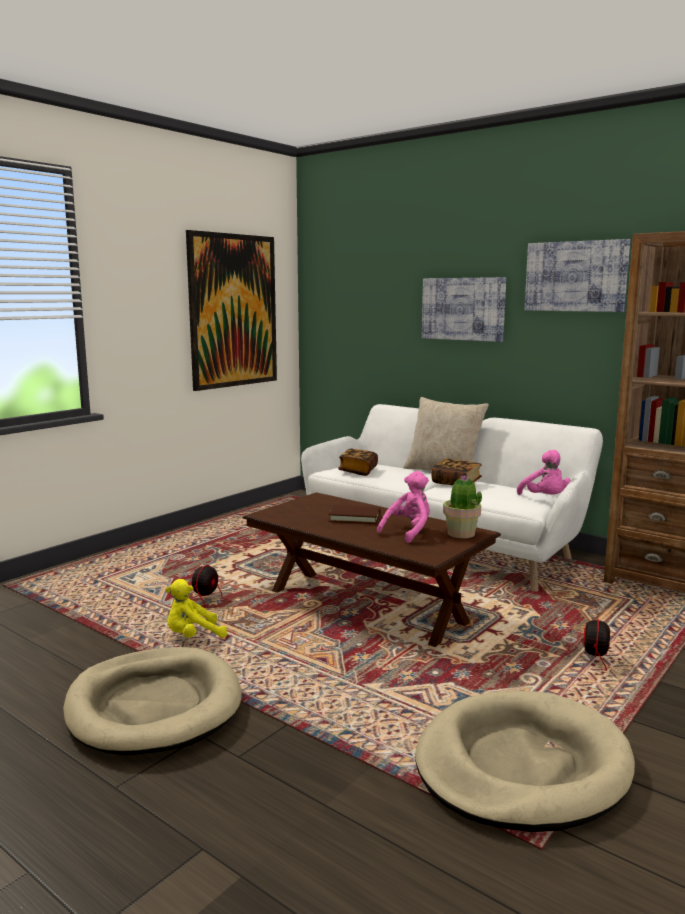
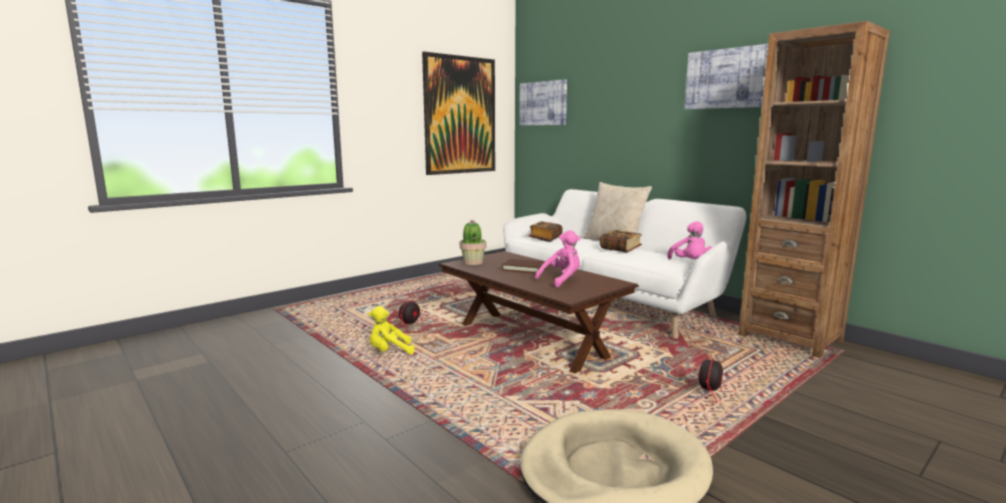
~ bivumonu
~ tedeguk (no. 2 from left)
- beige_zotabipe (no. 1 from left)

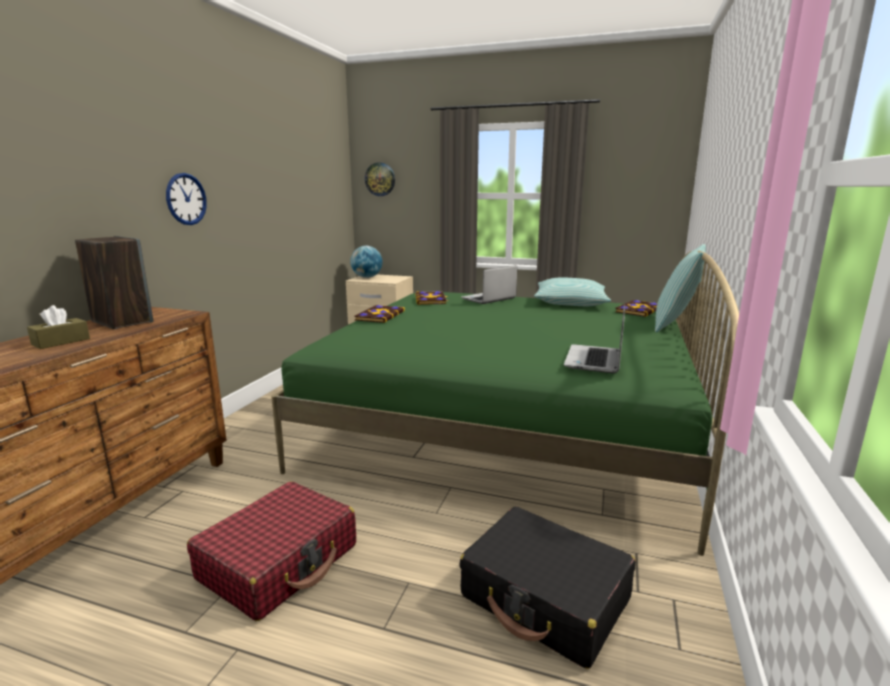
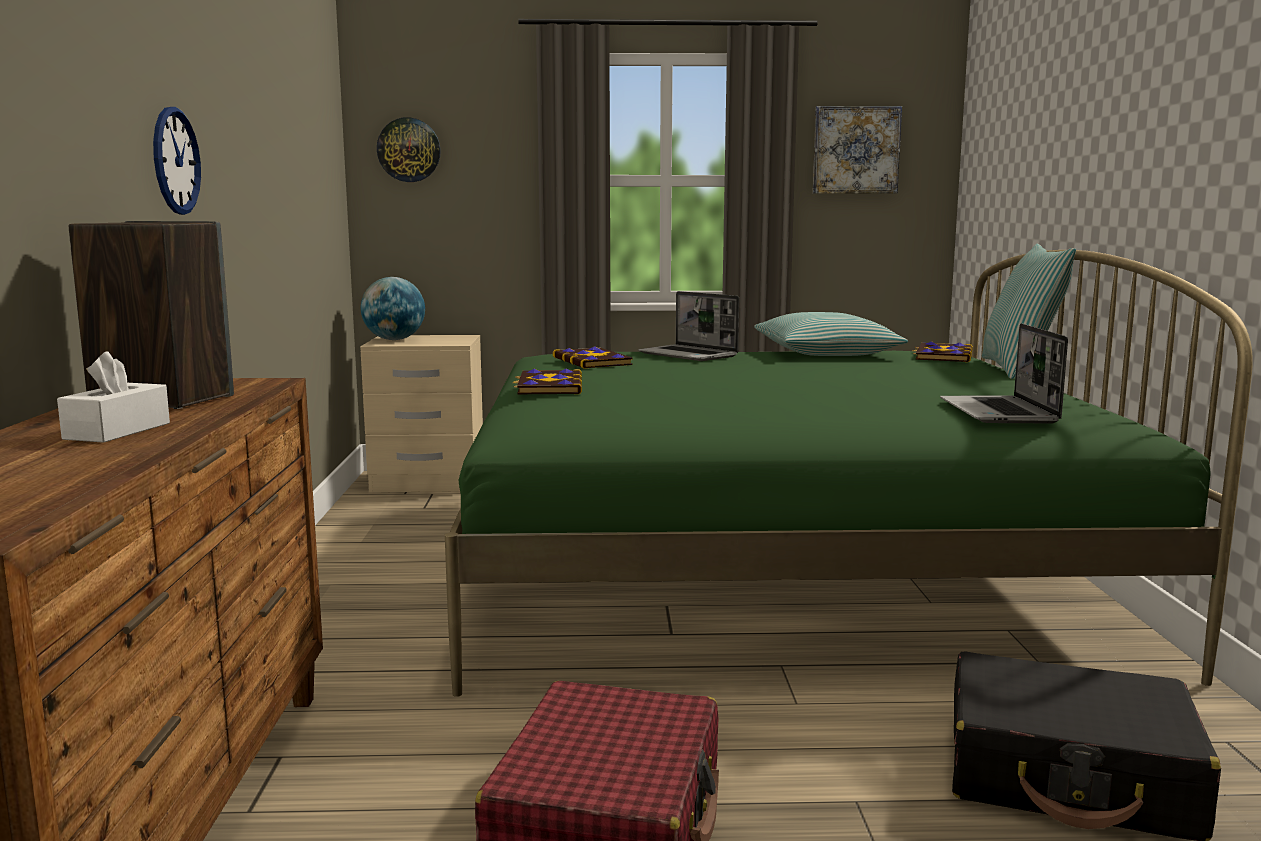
~ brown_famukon to white_famukon
~ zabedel (no. 1 from left) 75 degrees counterclockwise
+ tedeguk

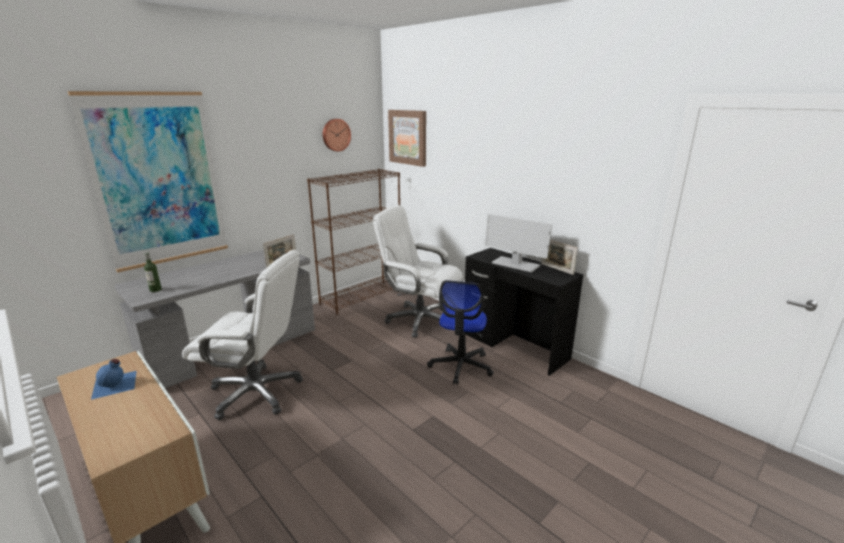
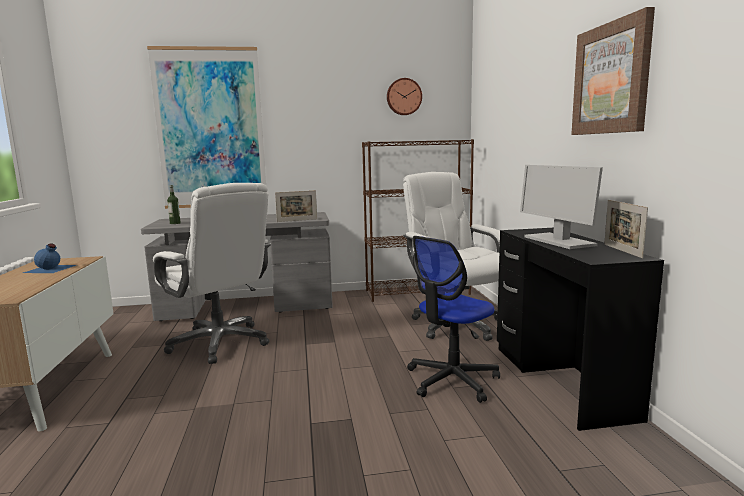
~ tedeguk (no. 2 from left)

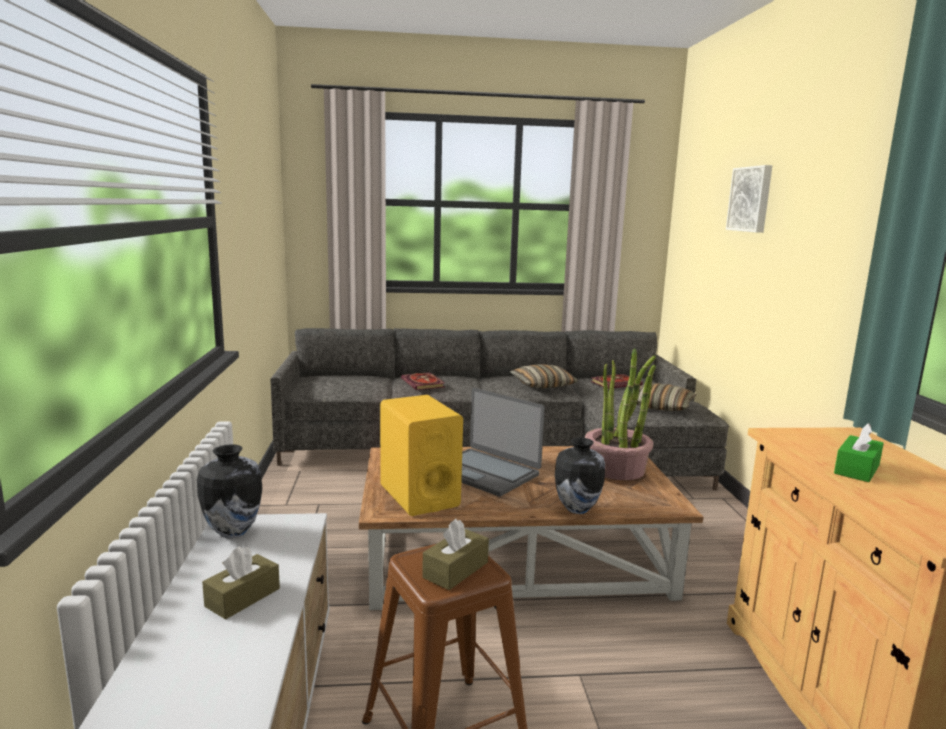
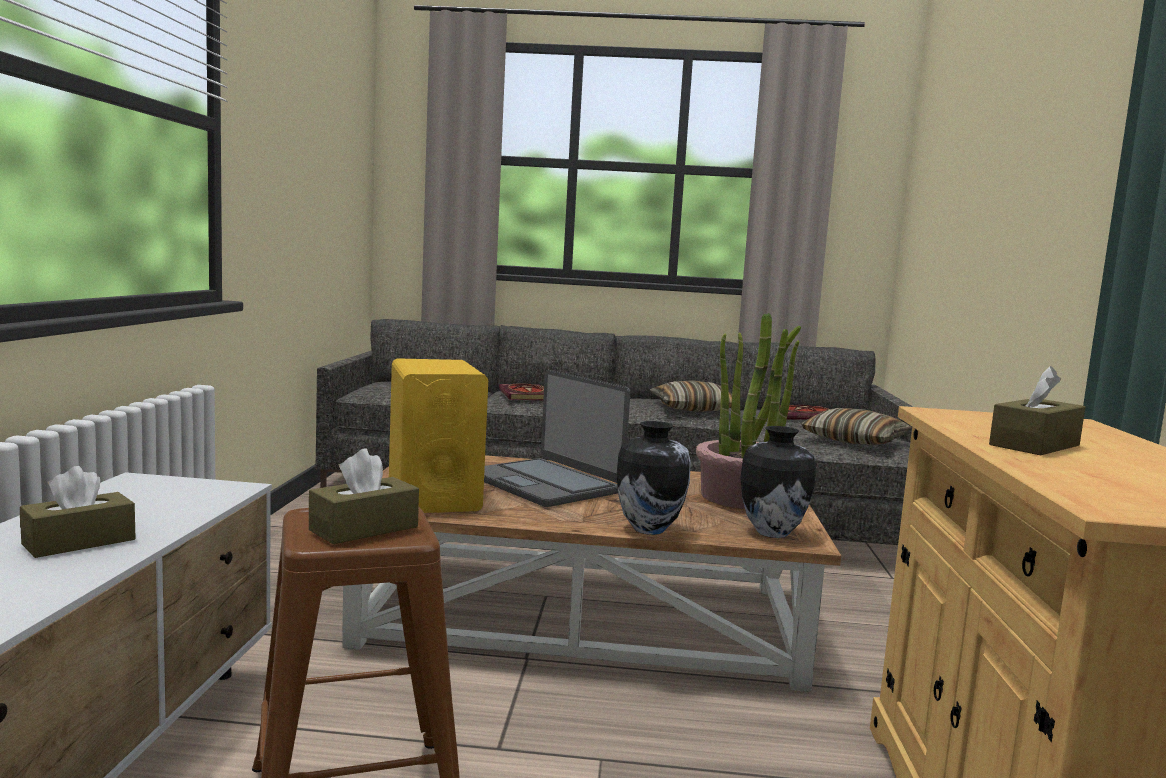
~ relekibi (no. 1 from left in the first image) to relekibi (no. 2 from left)
~ green_famukon to brown_famukon (no. 3 from left)
- tedeguk

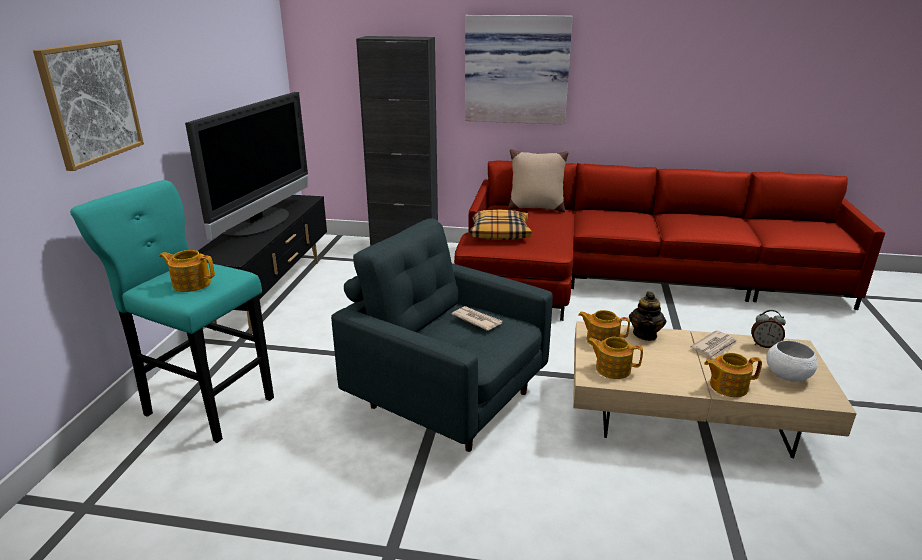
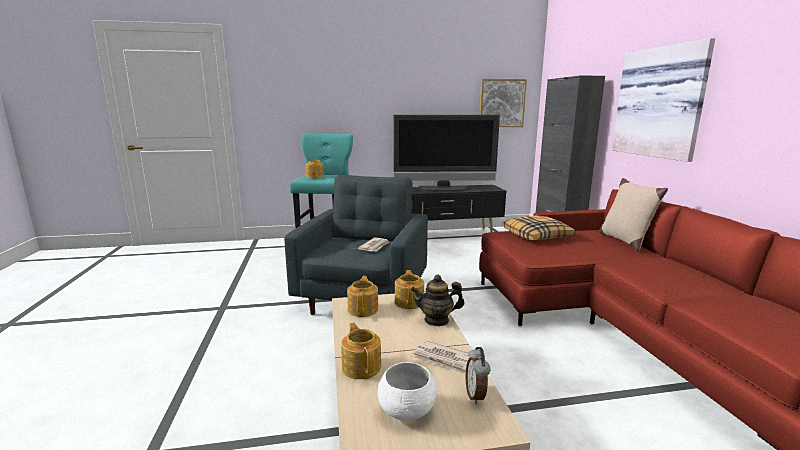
~ tedeguk (no. 1 from left)

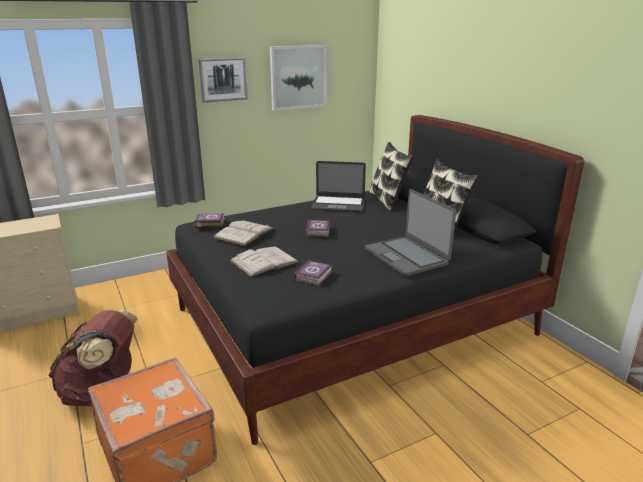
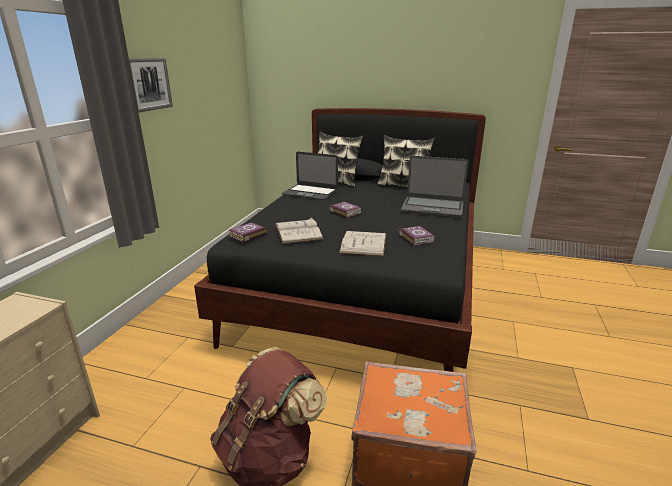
~ zabedel (no. 1 from left) 60 degrees clockwise
- tedeguk (no. 2 from left)

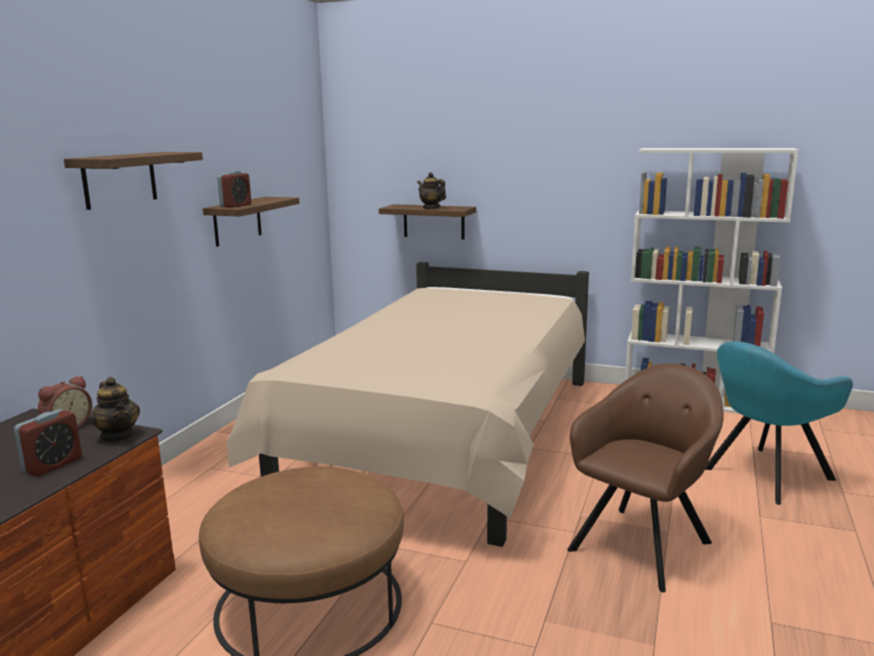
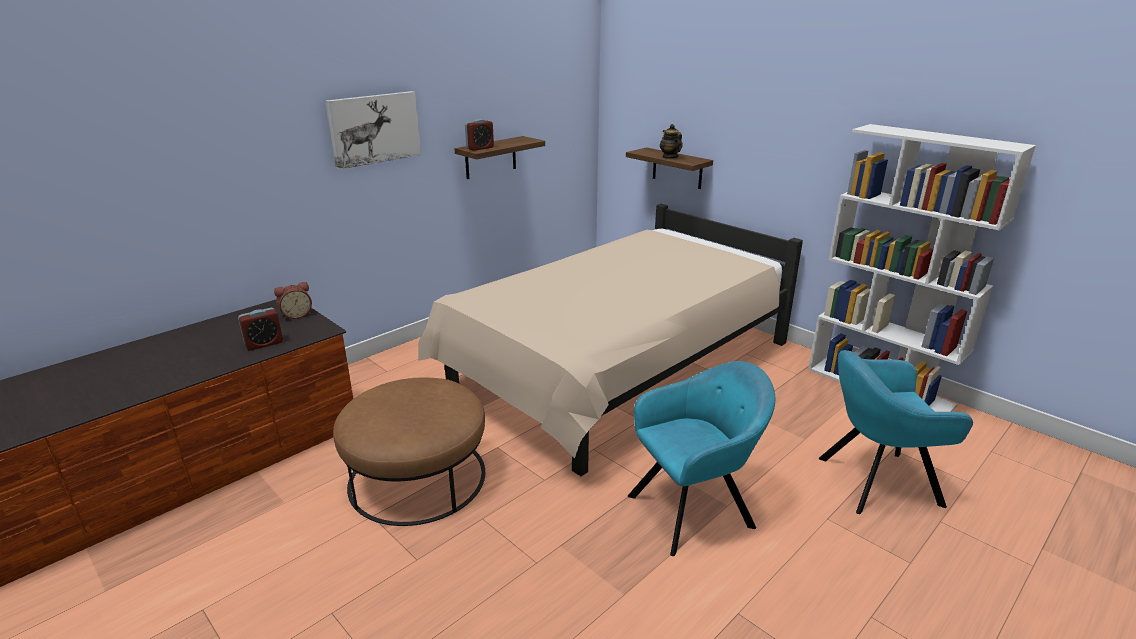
~ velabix (no. 1 from left) to tedeguk
~ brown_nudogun to turquoise_nudogun (no. 1 from left)
- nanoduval (no. 1 from left)

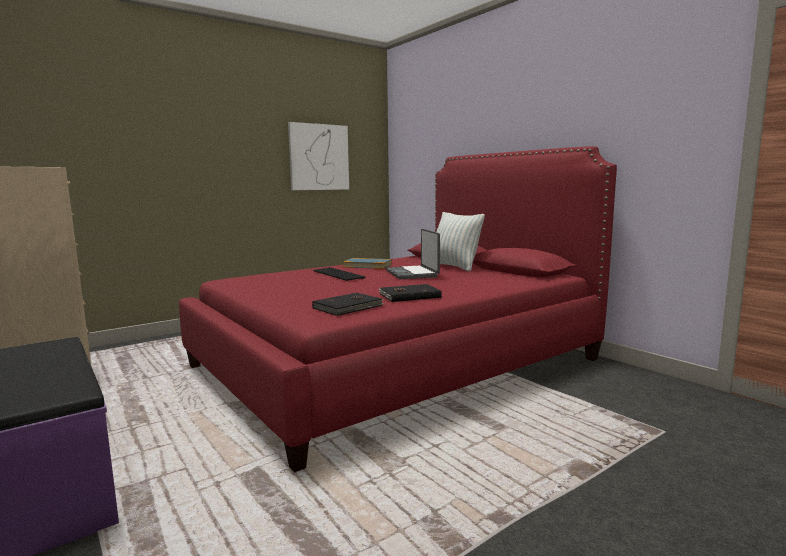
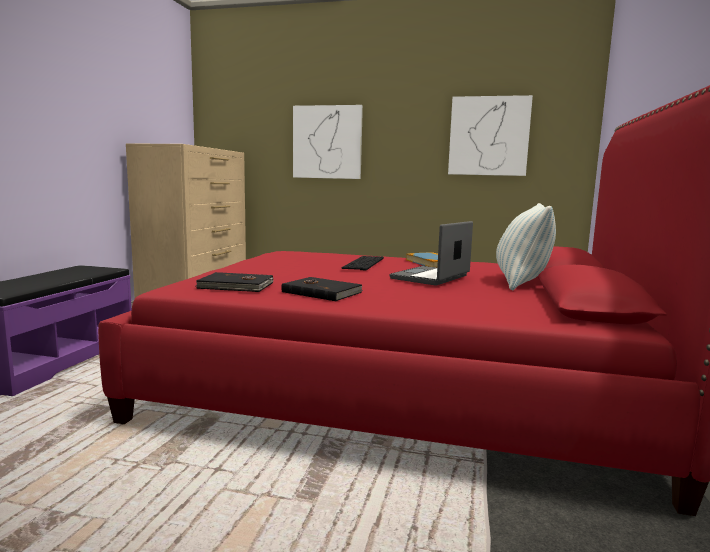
+ tedeguk (no. 1 from left)

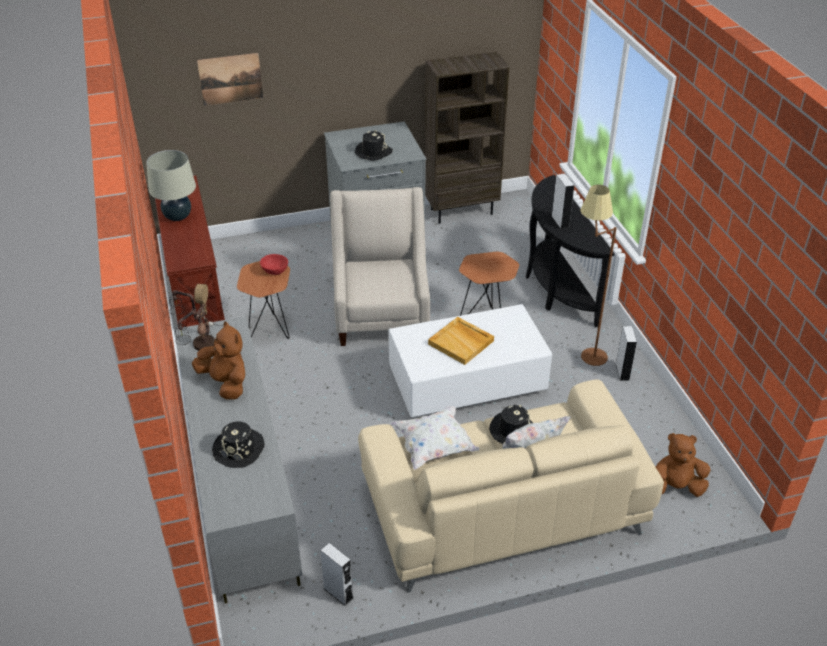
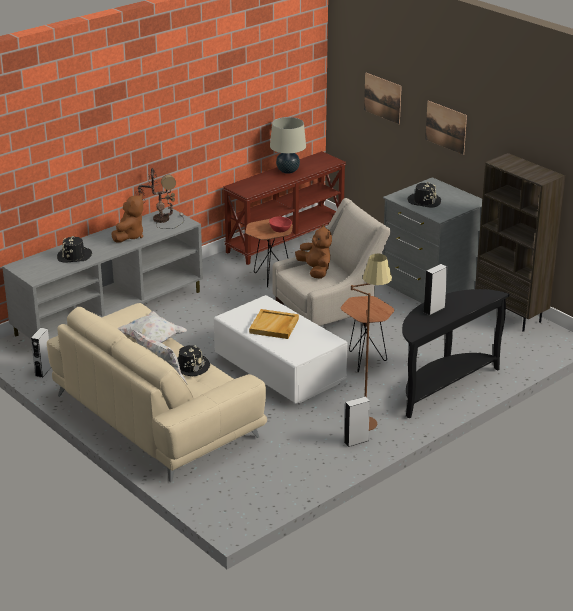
~ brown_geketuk (no. 2 from left)
+ tedeguk (no. 2 from left)

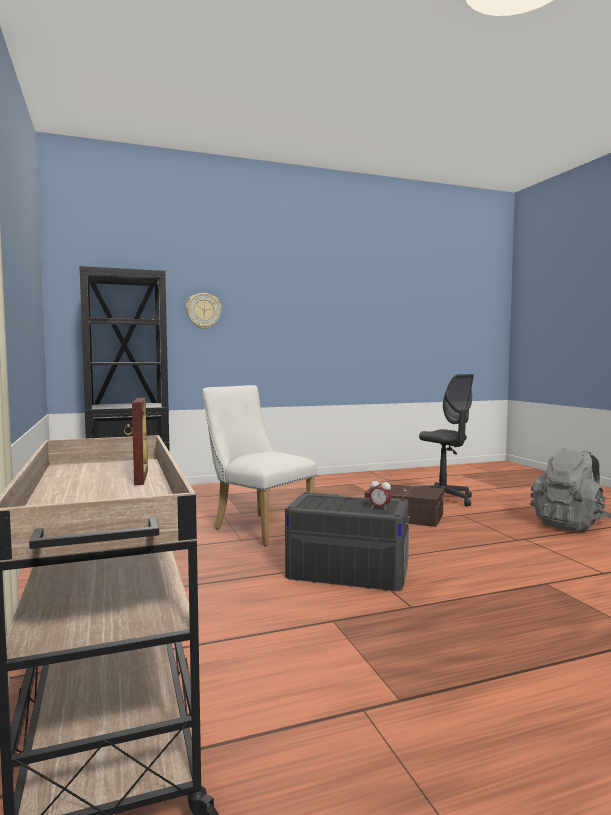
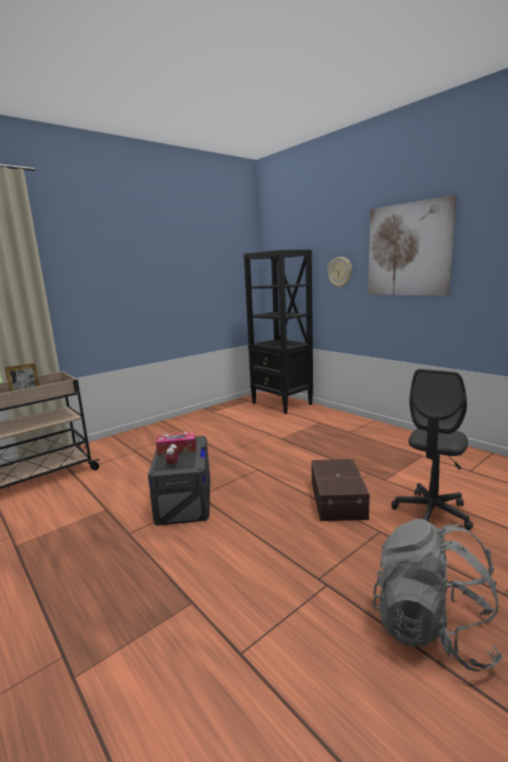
+ famukon
+ tedeguk
- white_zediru

